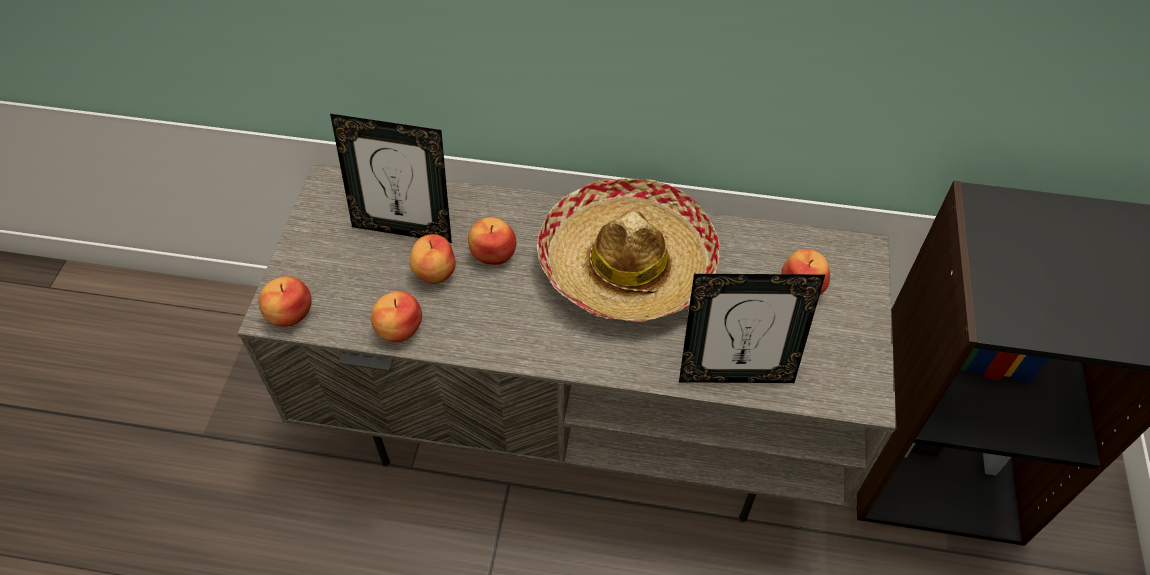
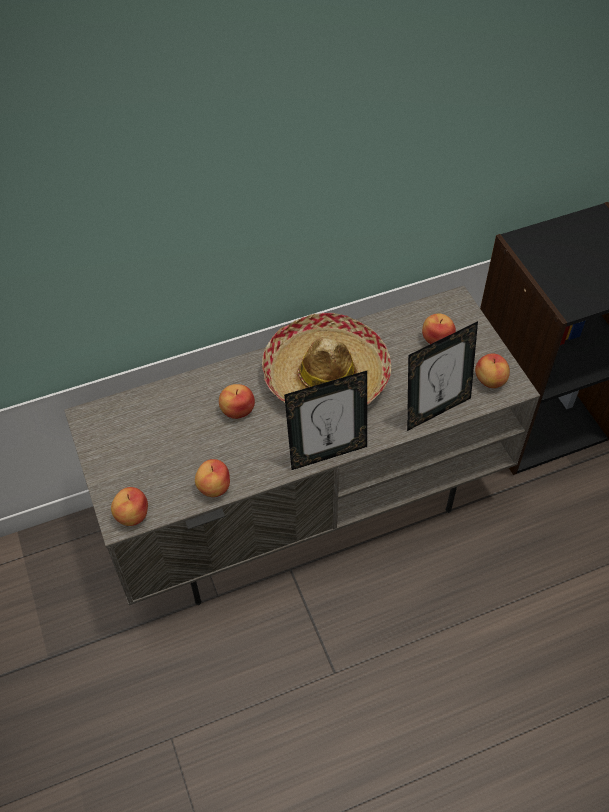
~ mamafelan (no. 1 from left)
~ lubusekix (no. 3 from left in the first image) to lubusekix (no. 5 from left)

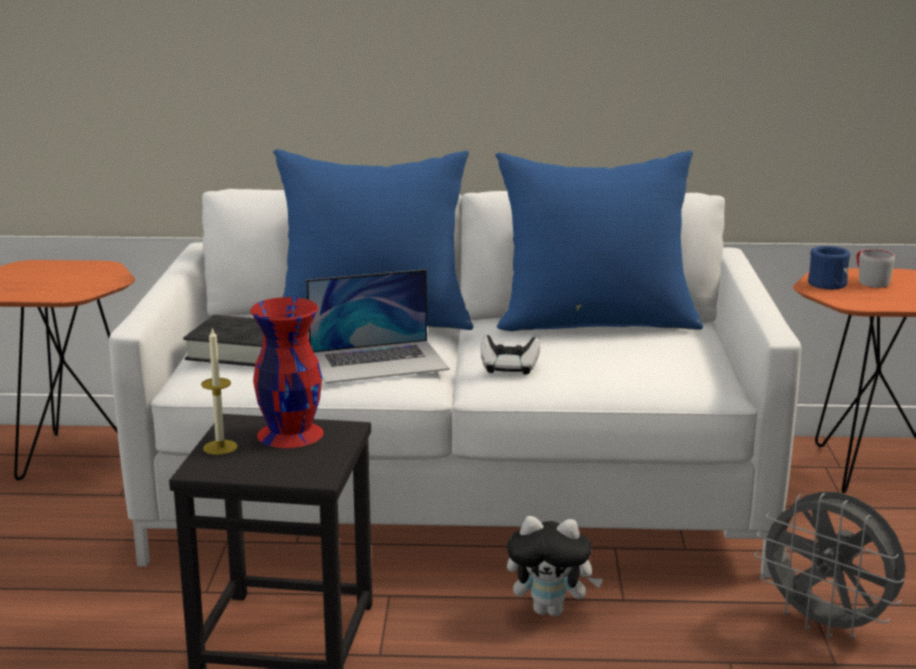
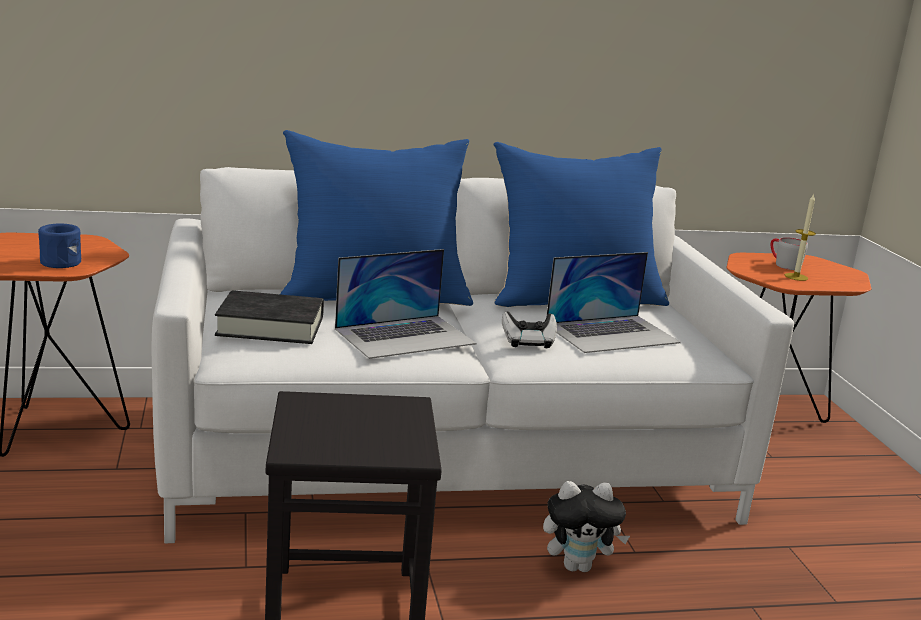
~ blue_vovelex
+ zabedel (no. 2 from left)
~ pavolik
- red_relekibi
- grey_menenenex

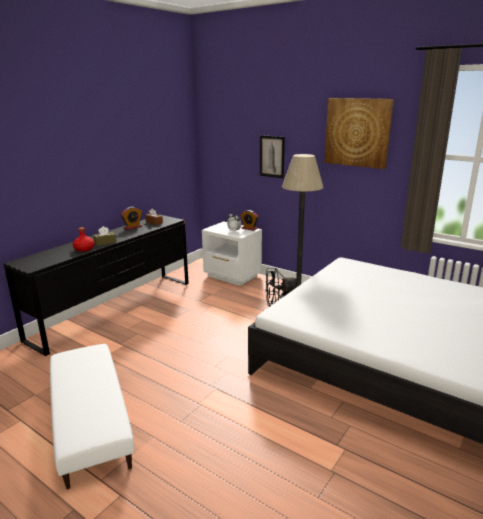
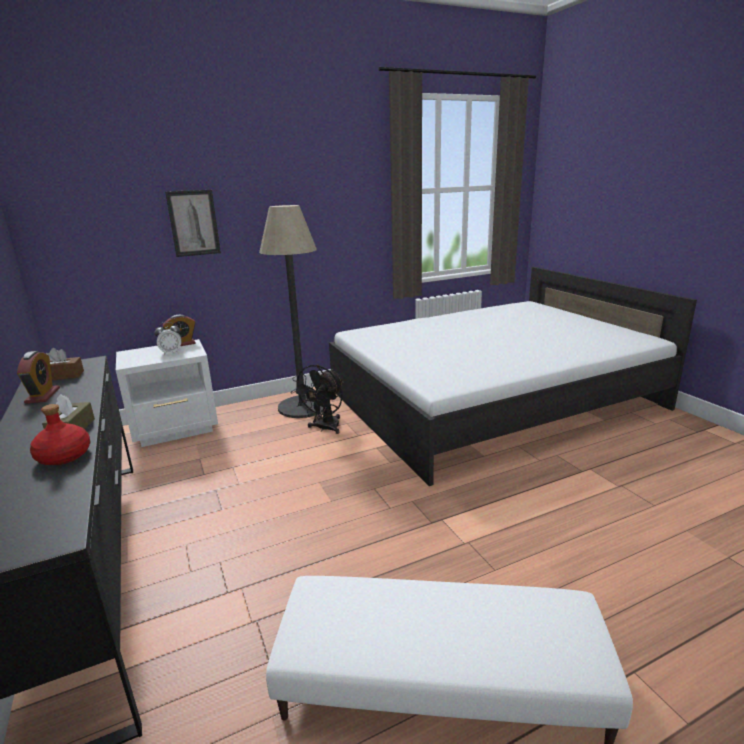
- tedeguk (no. 2 from left)

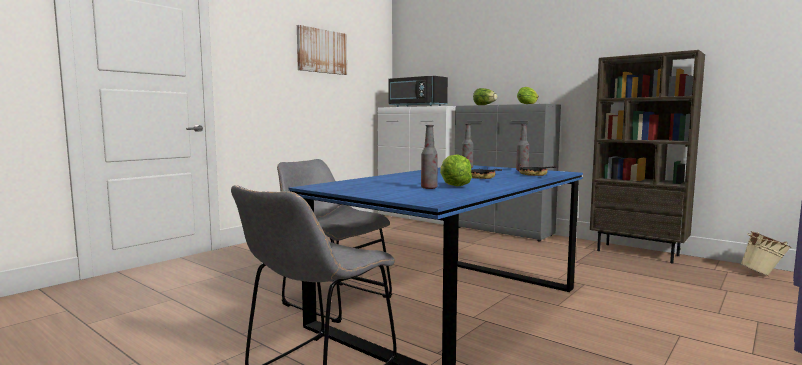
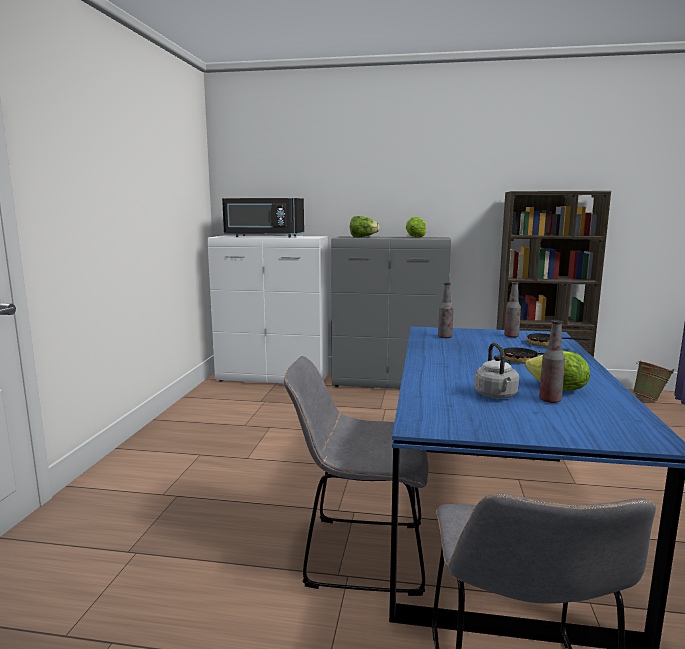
+ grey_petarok
~ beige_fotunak to green_fotunak
- tedeguk

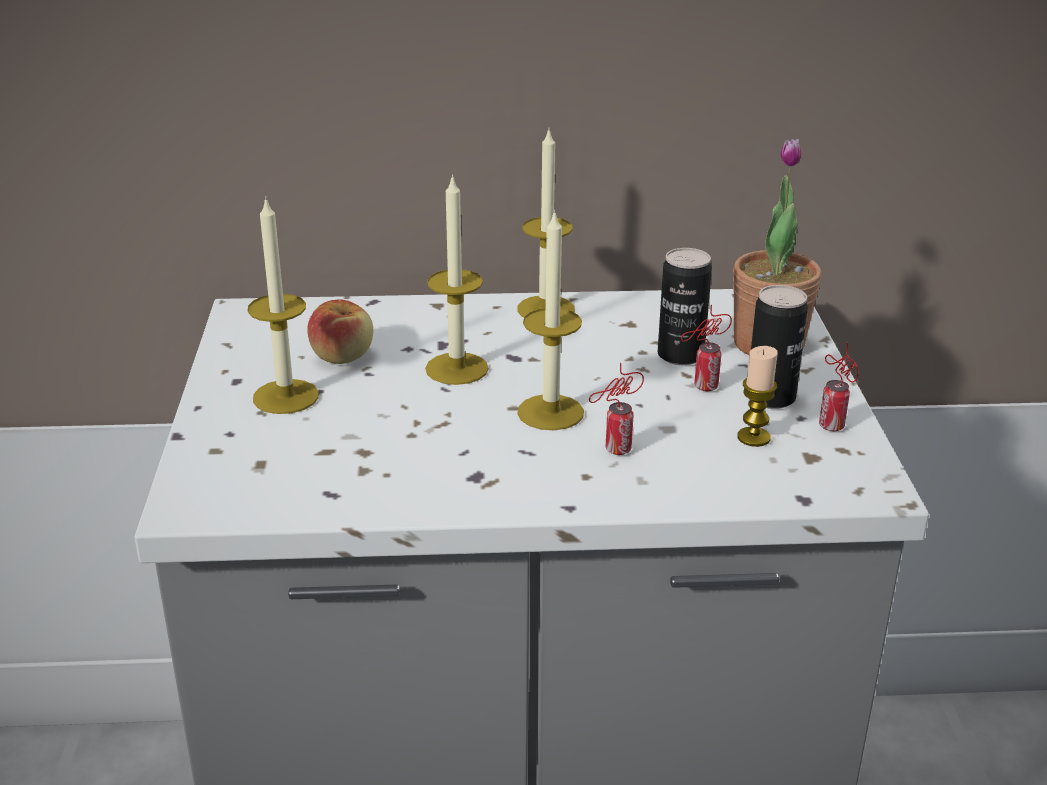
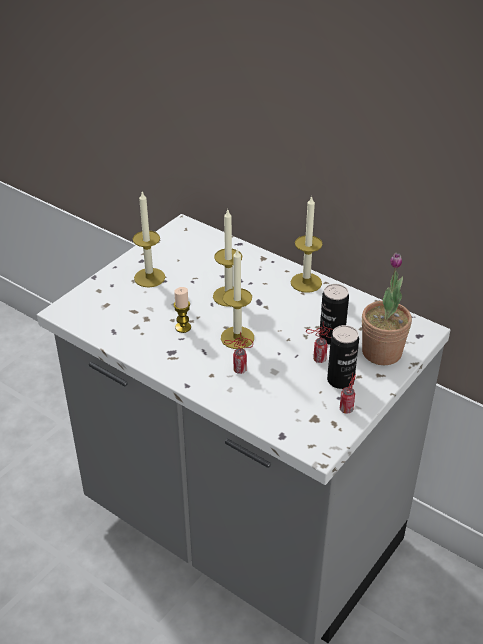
~ pavolik (no. 5 from left in the first image) to pavolik (no. 2 from left)
- lubusekix

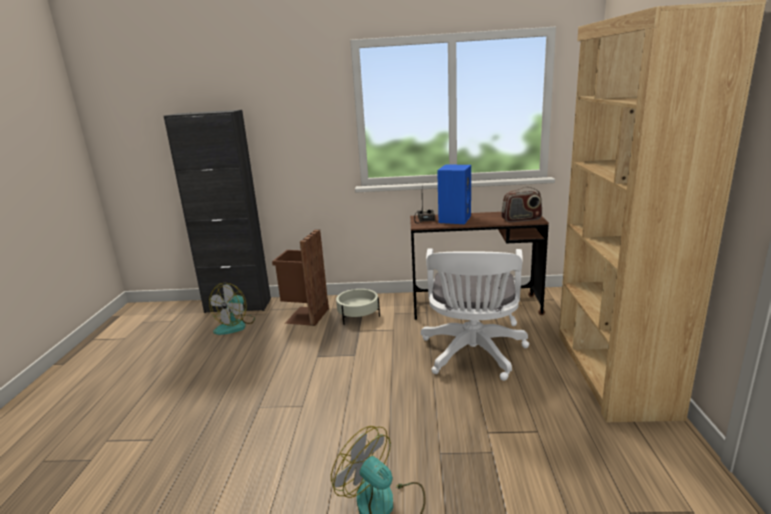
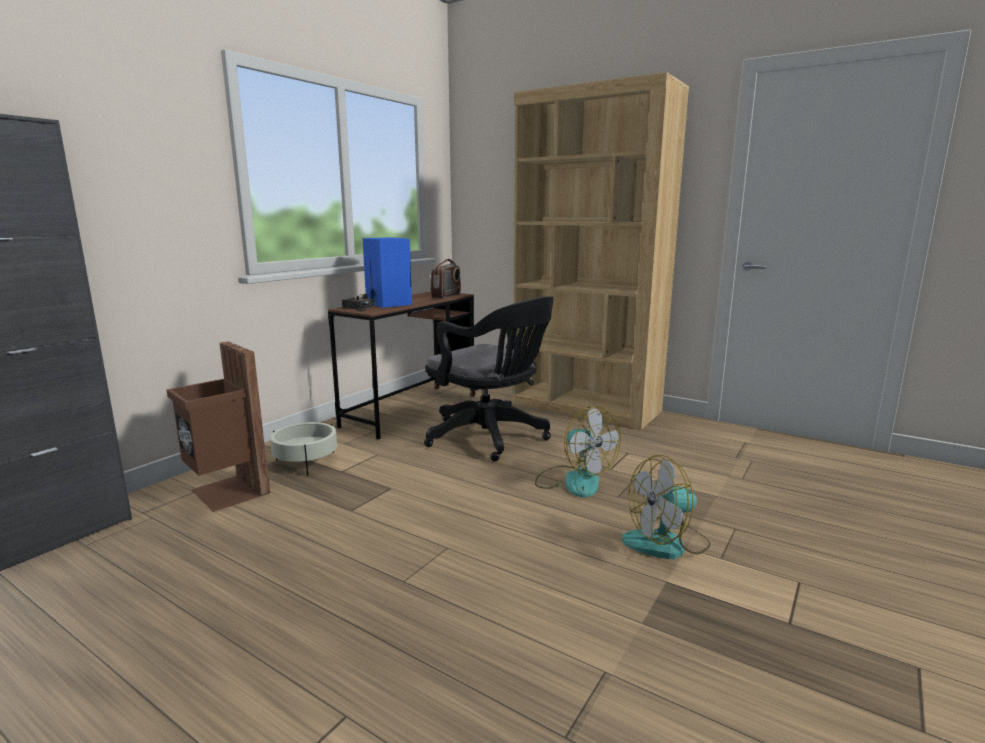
~ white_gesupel to black_gesupel
~ menenenex (no. 1 from left)

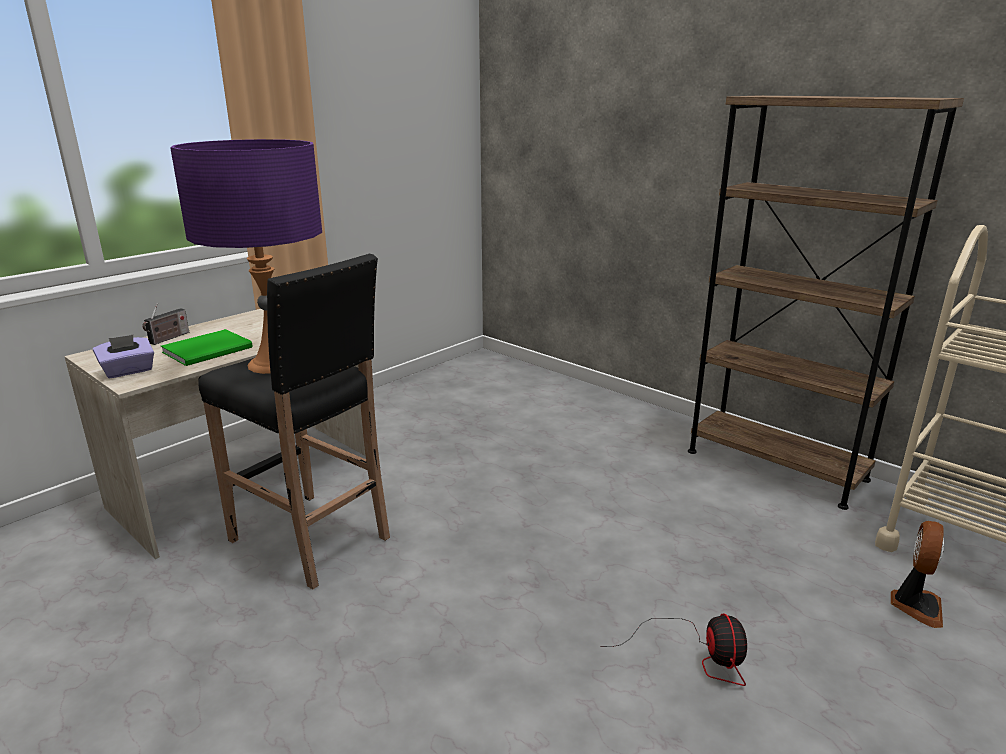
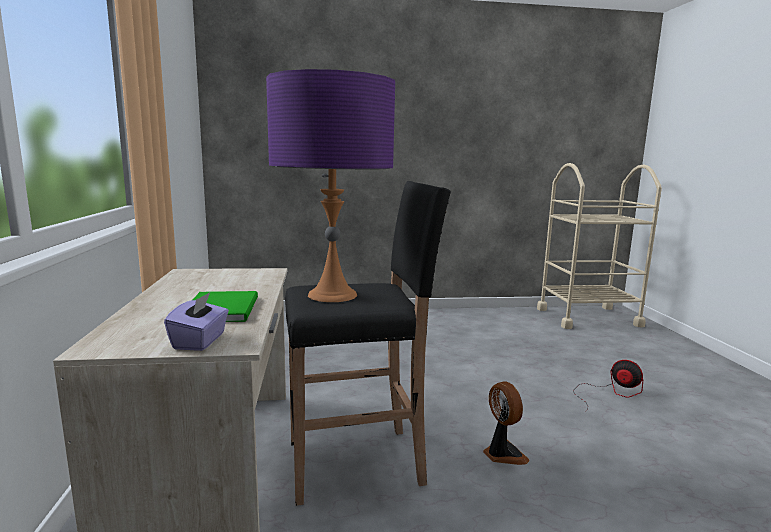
~ menenenex (no. 2 from left in the first image) to menenenex (no. 1 from left)
- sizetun
- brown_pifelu

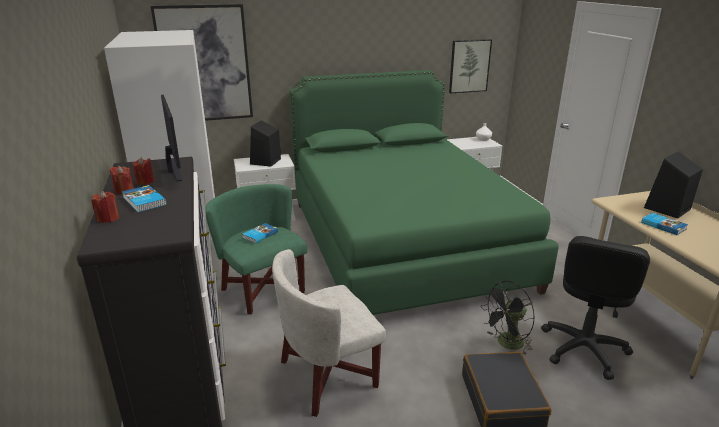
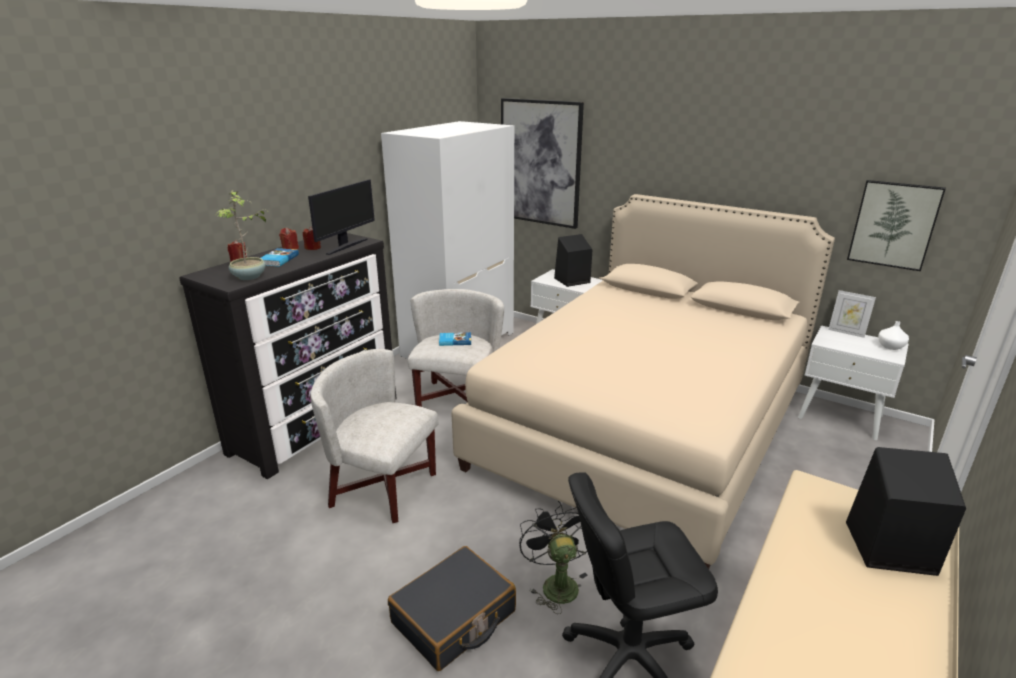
+ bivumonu
~ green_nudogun to white_nudogun (no. 2 from left)
~ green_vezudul to beige_vezudul
~ black_menenenex 60 degrees clockwise
+ mamafelan
- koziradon (no. 3 from left)

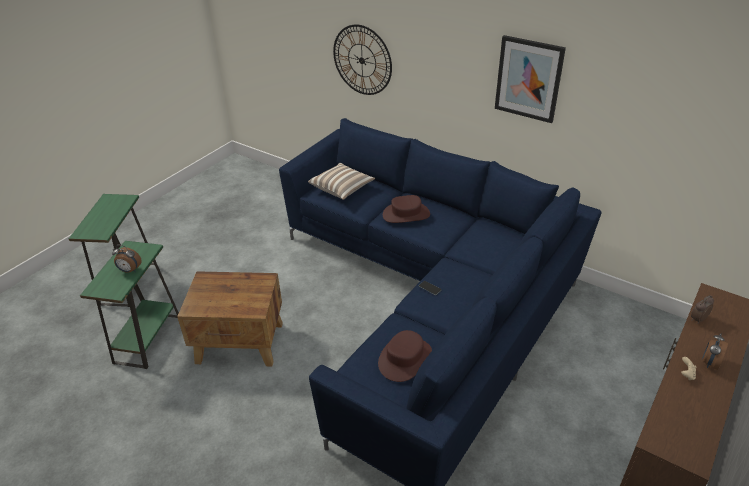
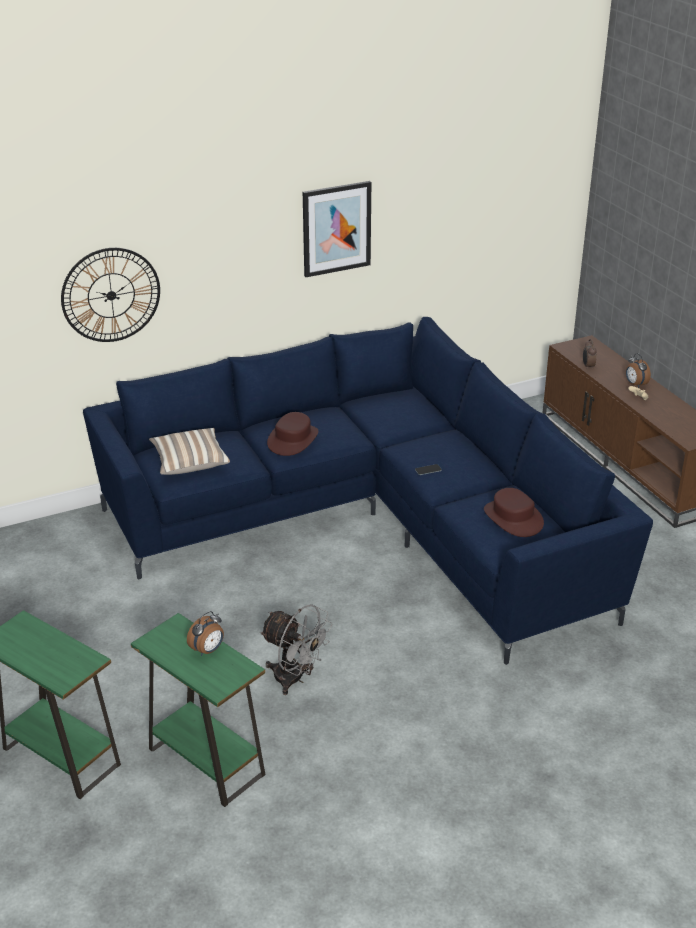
~ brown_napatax to grey_menenenex

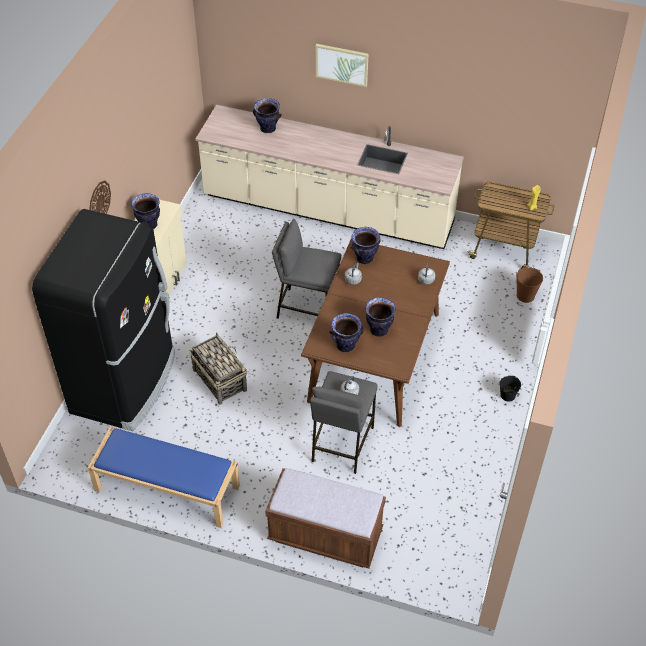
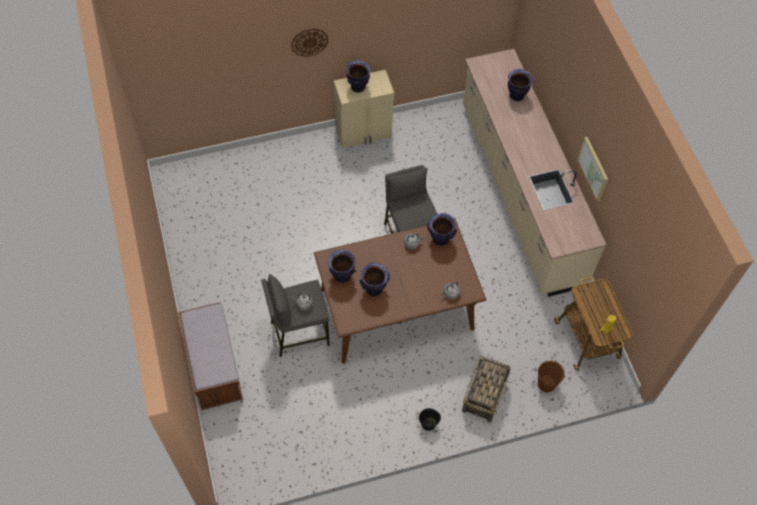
~ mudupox
~ tedeguk
- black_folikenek
- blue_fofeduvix

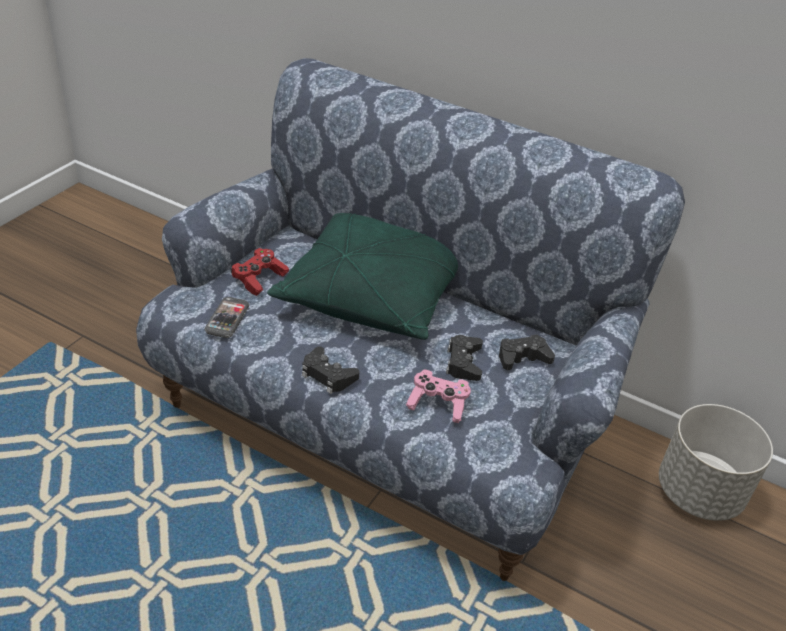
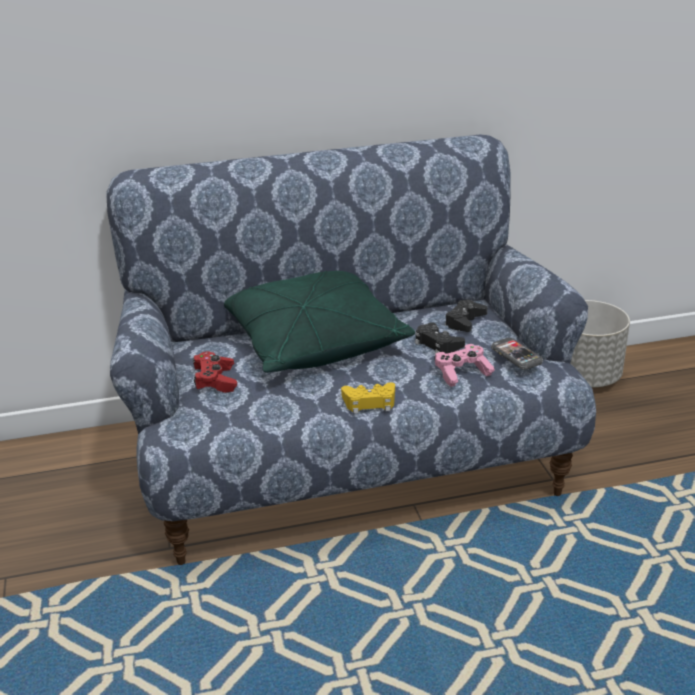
~ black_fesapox (no. 1 from left) to yellow_fesapox
~ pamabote

